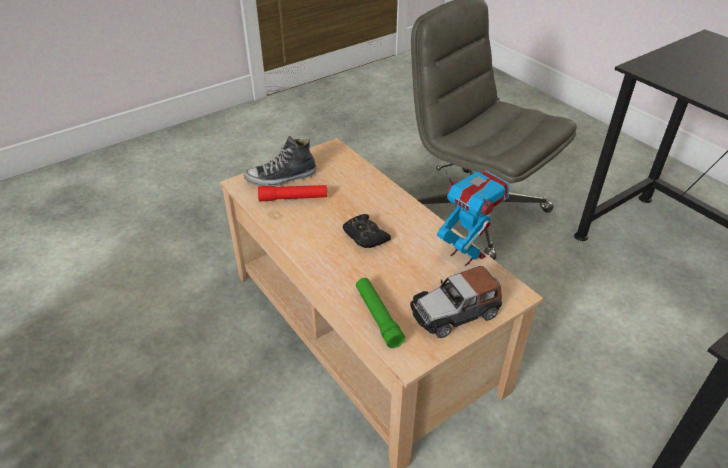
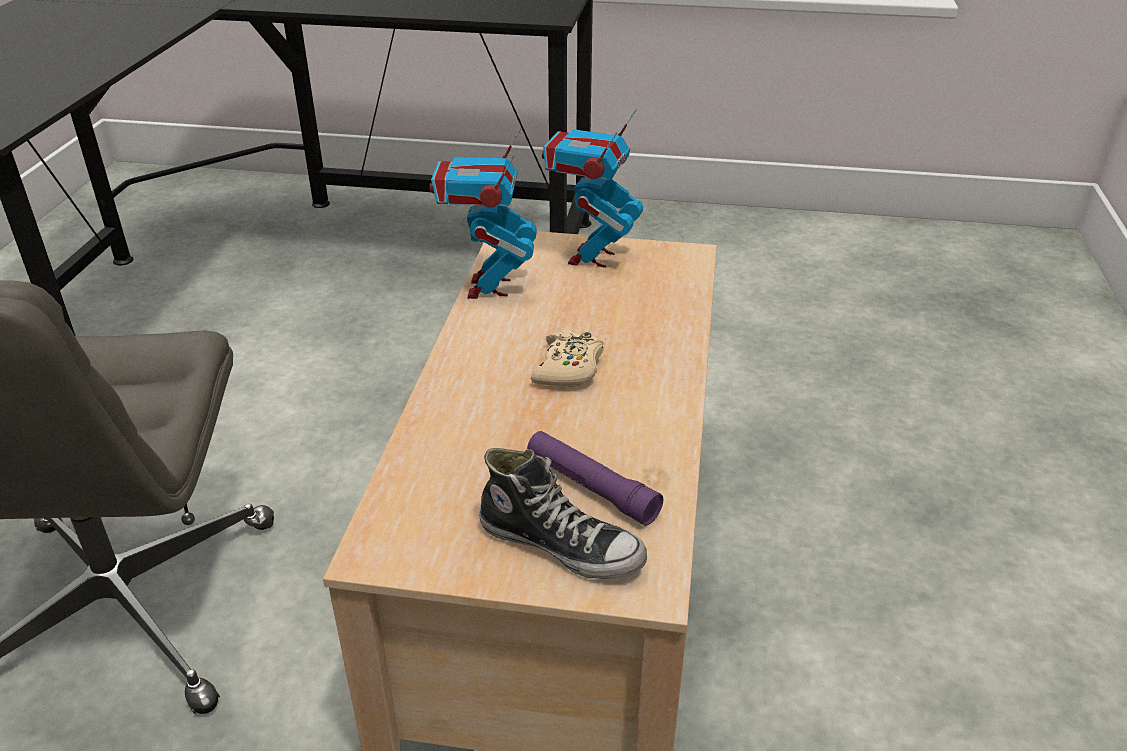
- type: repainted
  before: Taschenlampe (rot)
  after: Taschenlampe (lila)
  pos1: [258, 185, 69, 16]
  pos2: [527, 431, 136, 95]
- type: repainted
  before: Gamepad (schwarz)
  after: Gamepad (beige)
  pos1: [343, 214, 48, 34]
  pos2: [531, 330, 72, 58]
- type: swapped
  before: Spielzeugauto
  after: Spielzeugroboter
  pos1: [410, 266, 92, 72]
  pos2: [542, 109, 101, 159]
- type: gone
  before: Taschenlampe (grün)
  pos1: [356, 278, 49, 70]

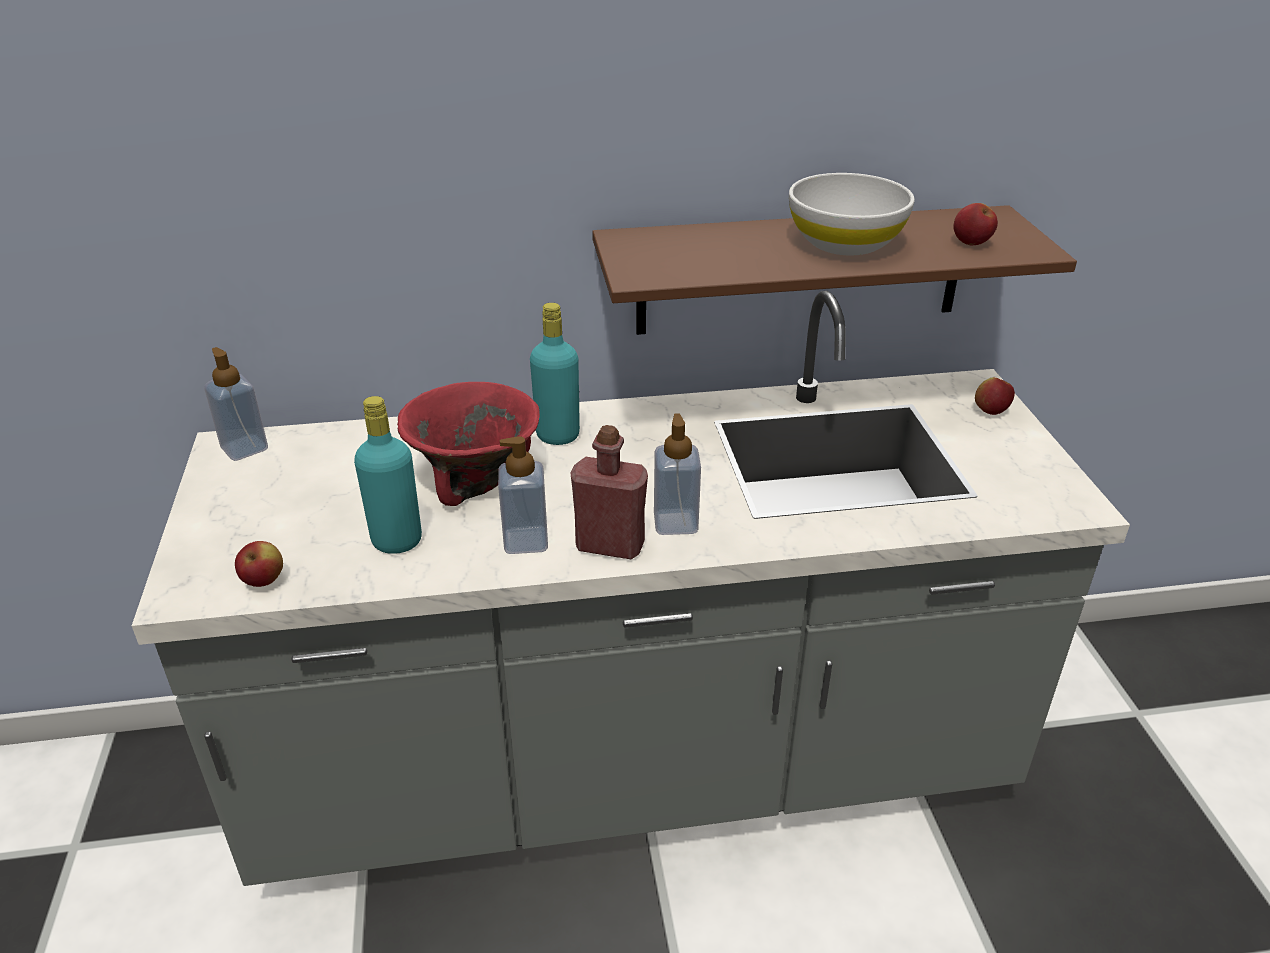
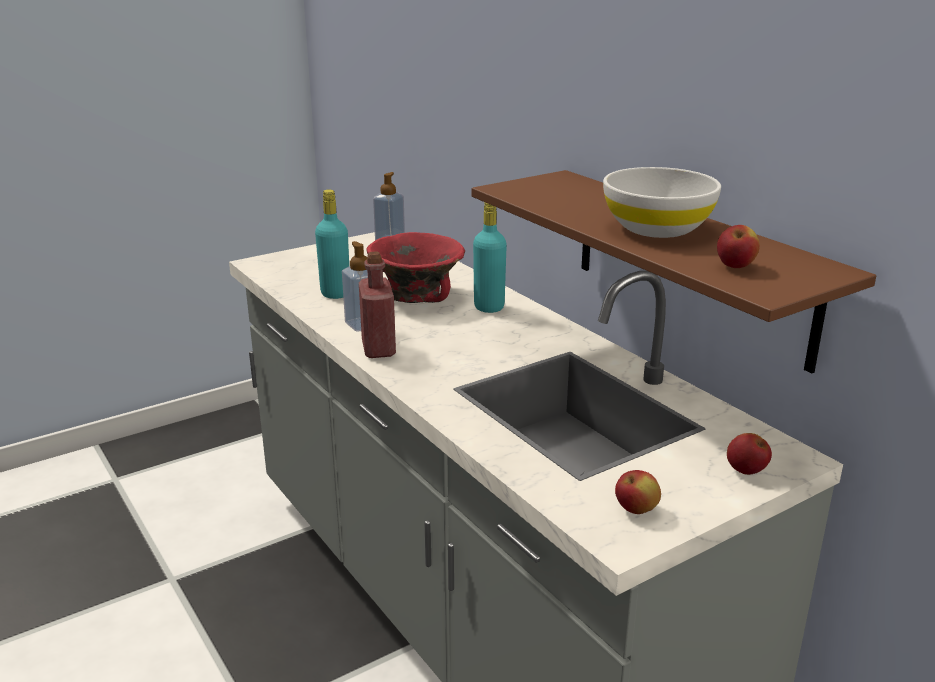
- type: shifted
  before: Apfel
  pos1: [235, 541, 48, 46]
  pos2: [615, 470, 46, 44]
- type: gone
  before: Seifenspender
  pos1: [654, 413, 47, 122]

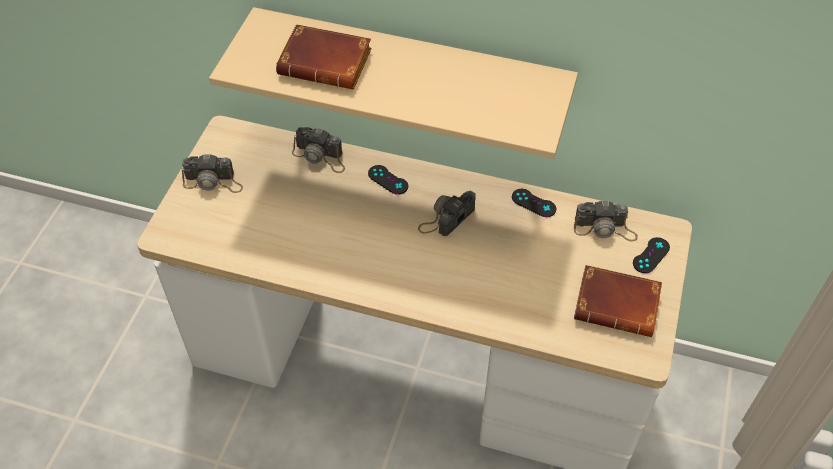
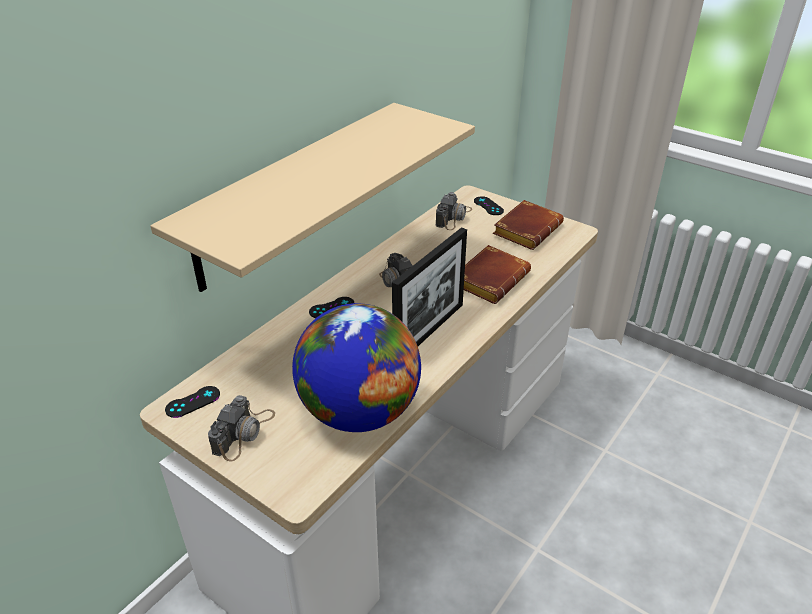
- type: shifted
  before: Gamepad (schwarz)
  pos1: [512, 189, 44, 28]
  pos2: [165, 386, 55, 32]
- type: new
  after: Globus
  pos2: [292, 303, 129, 129]
- type: new
  after: Bilderrahmen
  pos2: [392, 227, 75, 119]
- type: shifted
  before: Buch (braun)
  pos1: [276, 24, 96, 65]
  pos2: [464, 245, 67, 59]
- type: gone
  before: Kamera
  pos1: [292, 127, 53, 46]

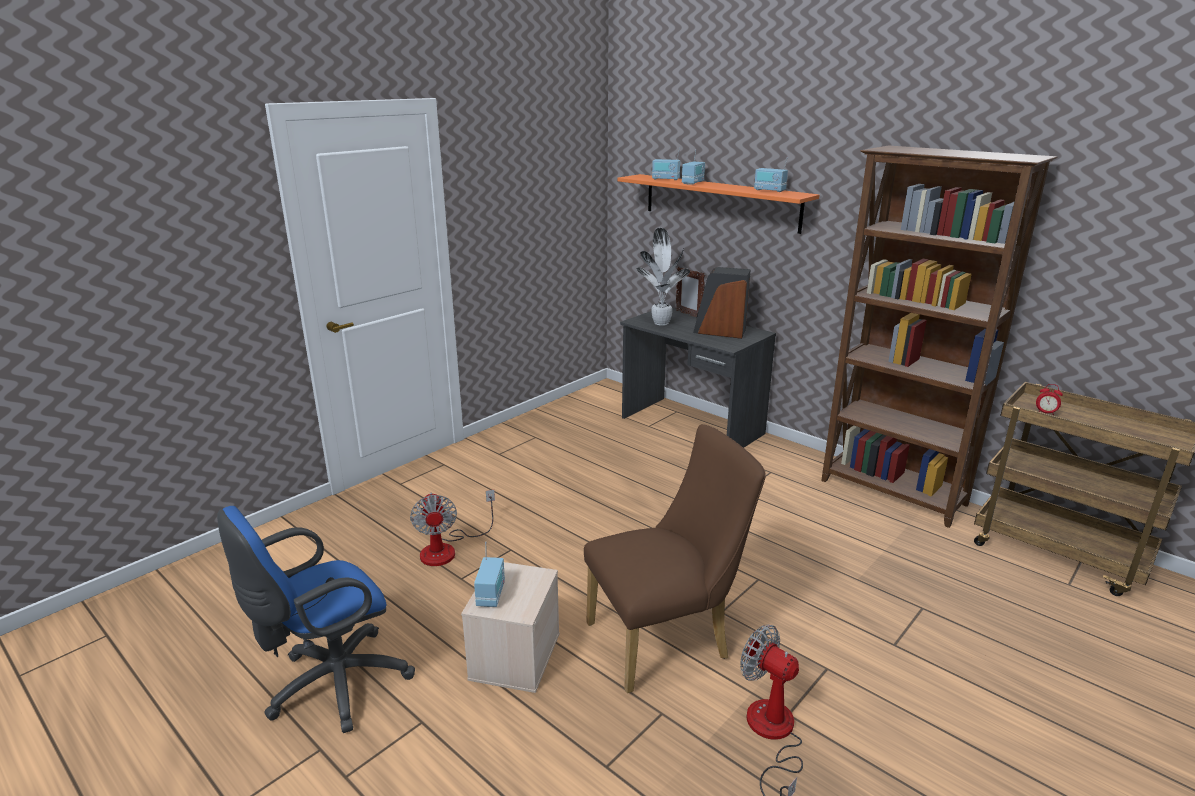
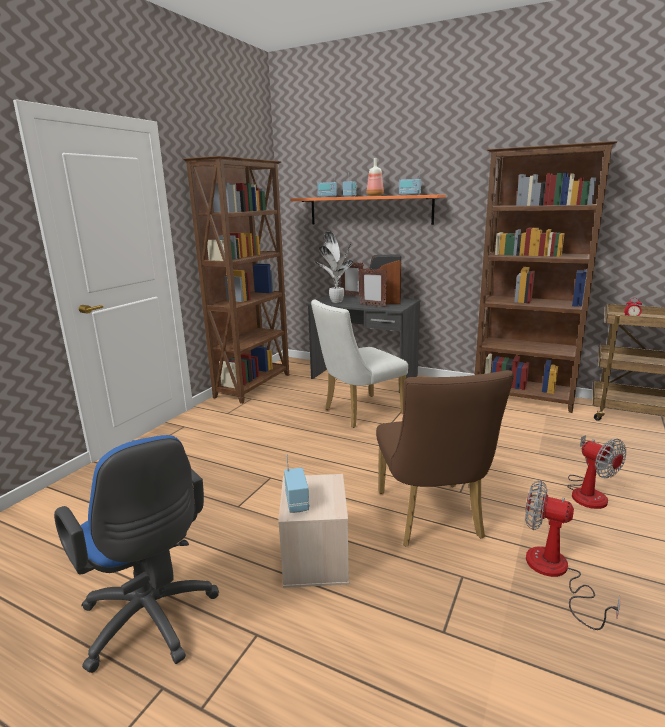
- type: rotated
  before: Bürostuhl (blau)
  pos1: [217, 506, 198, 227]
  pos2: [54, 435, 165, 238]
  turn: -75
- type: new
  after: Bücherregal (braun)
  pos2: [183, 156, 106, 248]
- type: new
  after: Stuhl (weiß)
  pos2: [311, 299, 97, 129]
- type: new
  after: Bilderrahmen
  pos2: [359, 268, 28, 39]
- type: new
  after: Flasche
  pos2: [367, 158, 17, 38]
- type: rotated
  before: Stuhl (braun)
  pos1: [584, 424, 182, 269]
  pos2: [376, 370, 138, 177]
  turn: 120
- type: shifted
  before: Ventilator
  pos1: [410, 490, 85, 76]
  pos2: [567, 435, 59, 74]

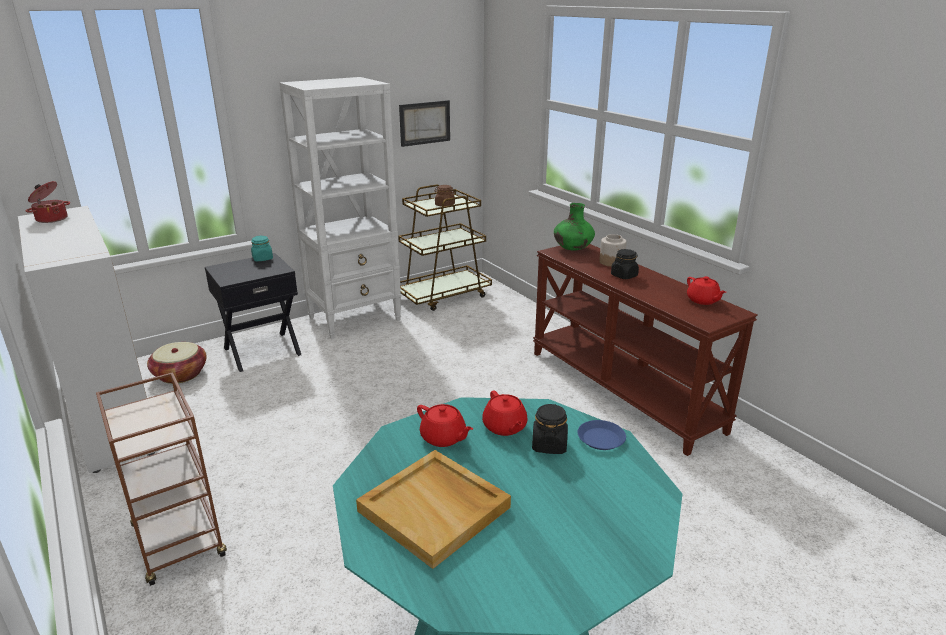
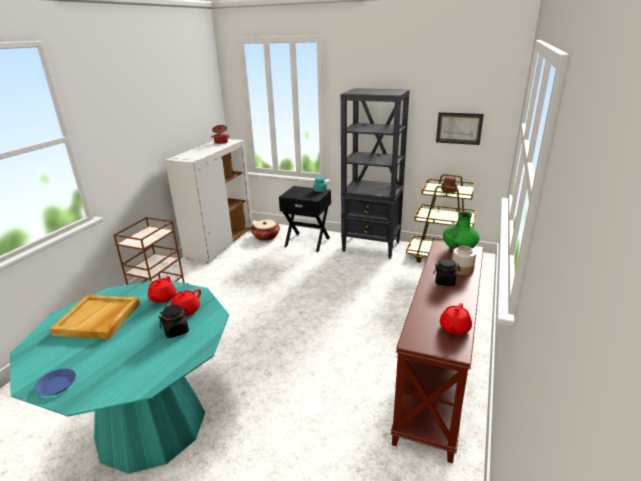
- type: shifted
  before: Teller (blau)
  pos1: [578, 420, 48, 30]
  pos2: [34, 369, 42, 27]
- type: repainted
  before: Bücherregal (weiß)
  after: Bücherregal (schwarz)
  pos1: [279, 77, 122, 262]
  pos2: [340, 88, 70, 171]

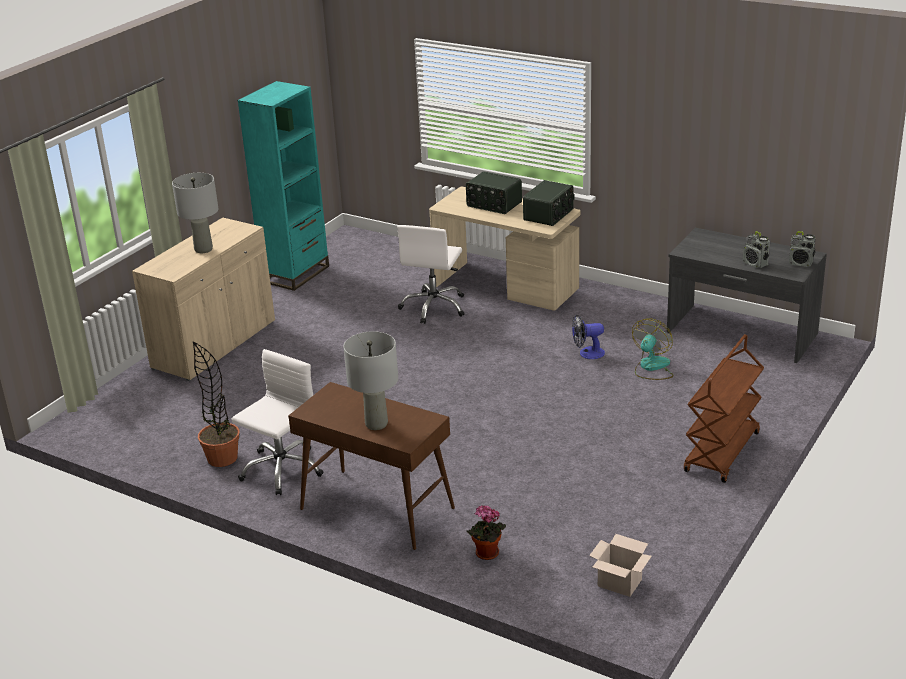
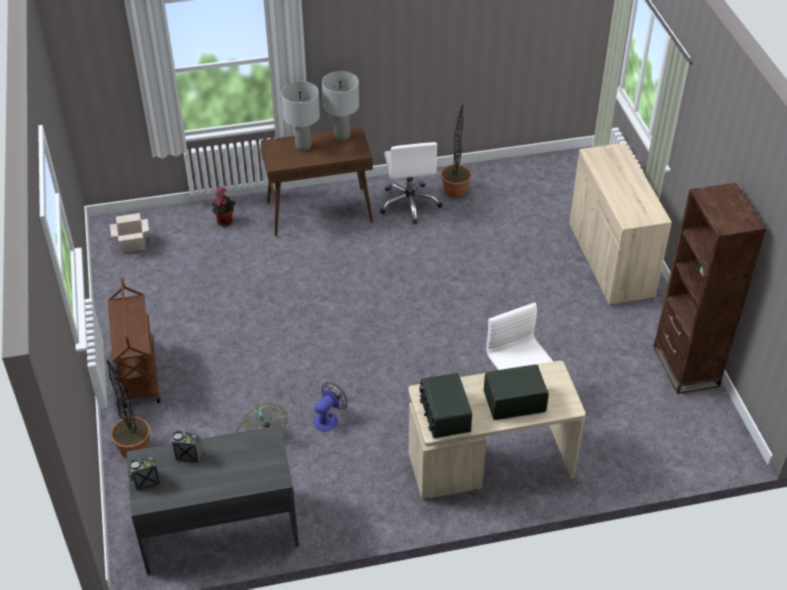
- type: new
  after: Topfpflanze
  pos2: [106, 359, 44, 100]
- type: shifted
  before: Tischlampe (grau)
  pos1: [172, 173, 46, 80]
  pos2: [322, 71, 37, 69]
- type: repainted
  before: Bücherregal (türkis)
  after: Bücherregal (braun)
  pos1: [238, 81, 91, 210]
  pos2: [653, 183, 113, 211]

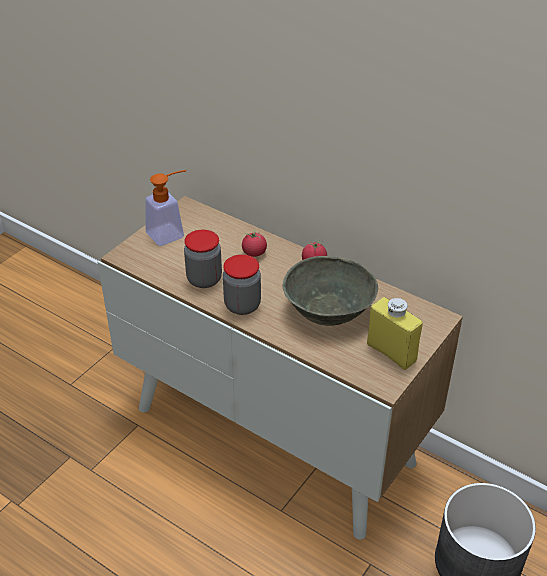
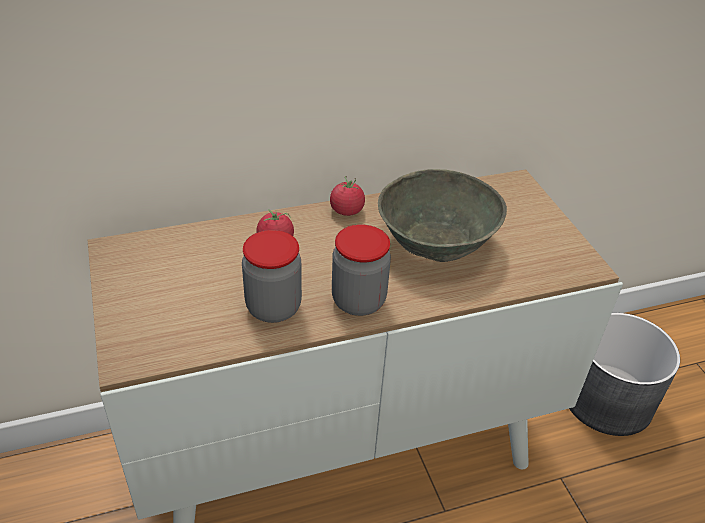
- type: gone
  before: Seifenspender
  pos1: [145, 170, 41, 76]
- type: gone
  before: Flasche (gelb)
  pos1: [367, 297, 56, 73]

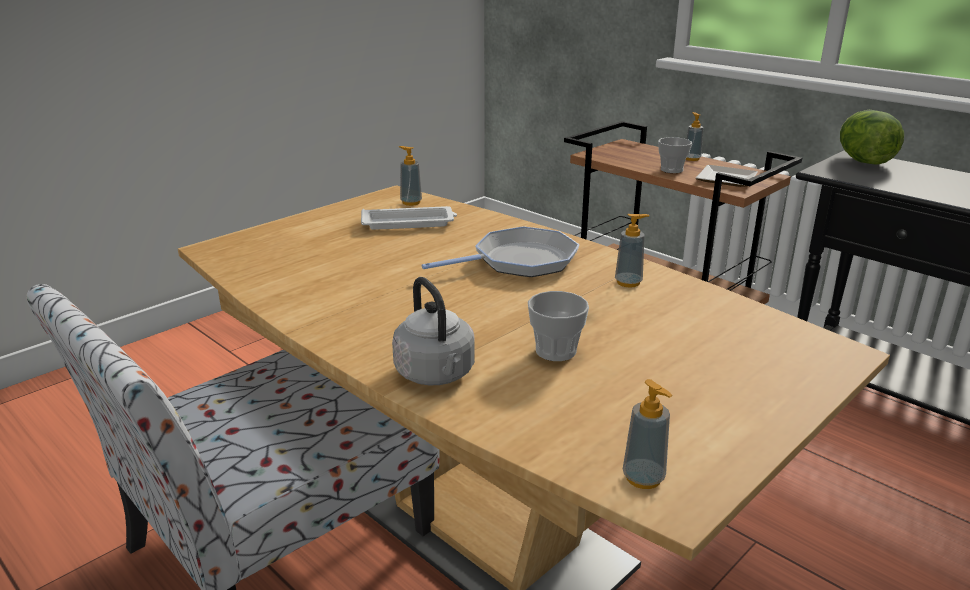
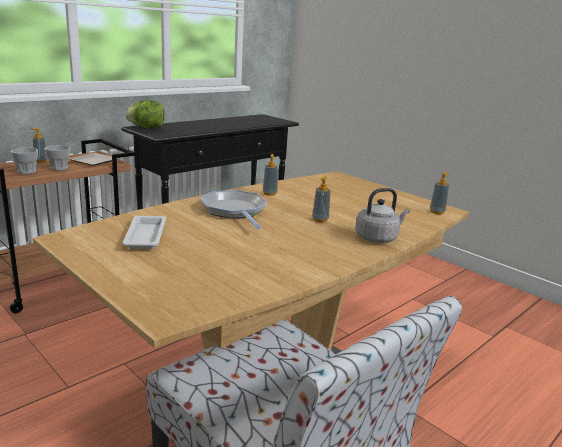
- type: shifted
  before: Tasse
  pos1: [528, 291, 61, 70]
  pos2: [11, 148, 27, 26]
- type: shifted
  before: Seifenspender
  pos1: [399, 146, 23, 60]
  pos2: [312, 176, 19, 47]

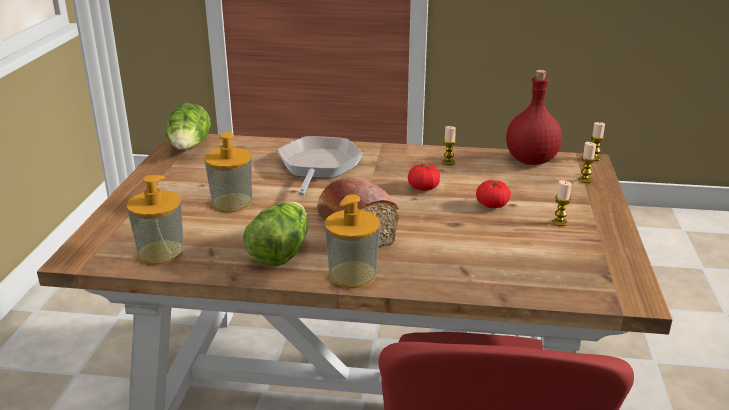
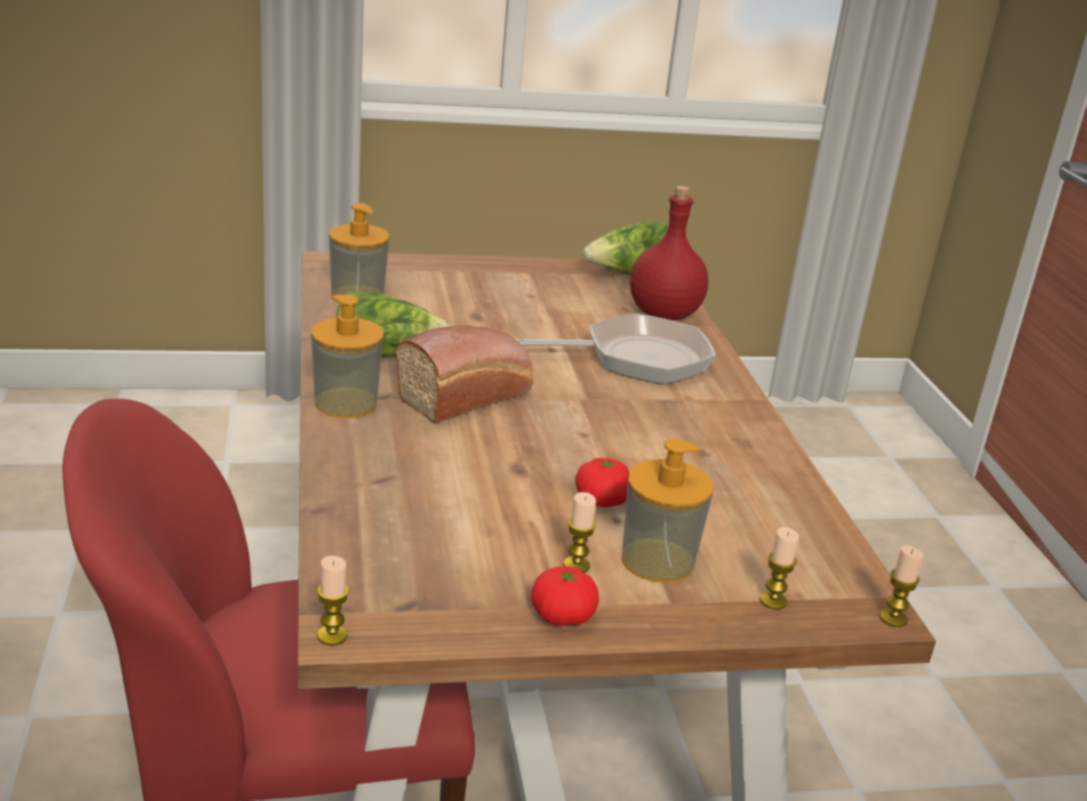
- type: shifted
  before: Kerze
  pos1: [442, 126, 14, 39]
  pos2: [317, 556, 32, 90]
- type: shifted
  before: Tomate
  pos1: [408, 164, 32, 27]
  pos2: [531, 566, 68, 60]
- type: shifted
  before: Seifenspender
  pos1: [204, 132, 48, 80]
  pos2: [621, 438, 92, 145]
- type: shifted
  before: Flasche (rot)
  pos1: [506, 70, 56, 95]
  pos2: [630, 186, 78, 134]

